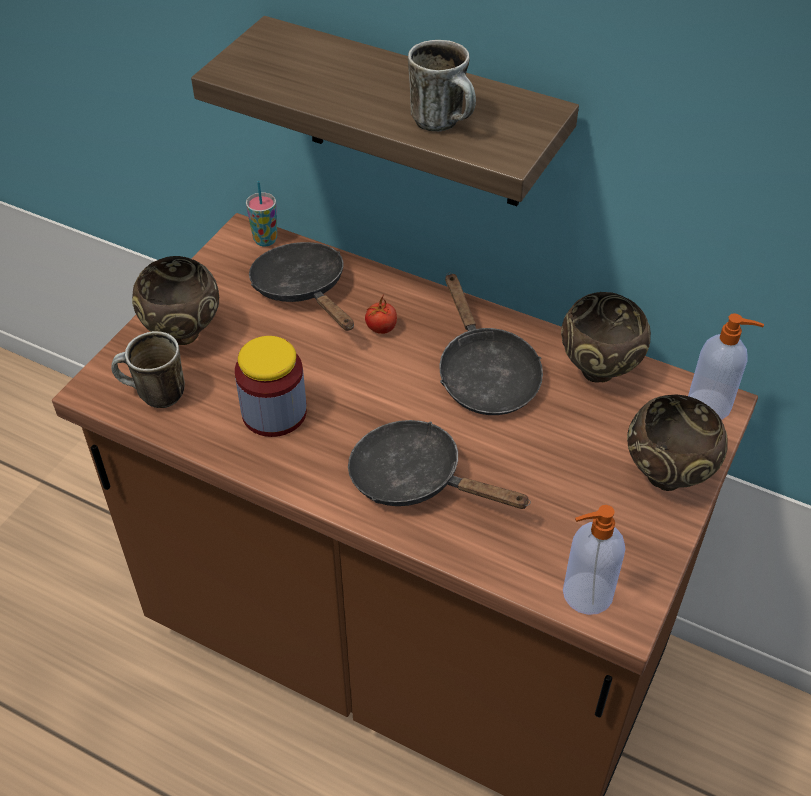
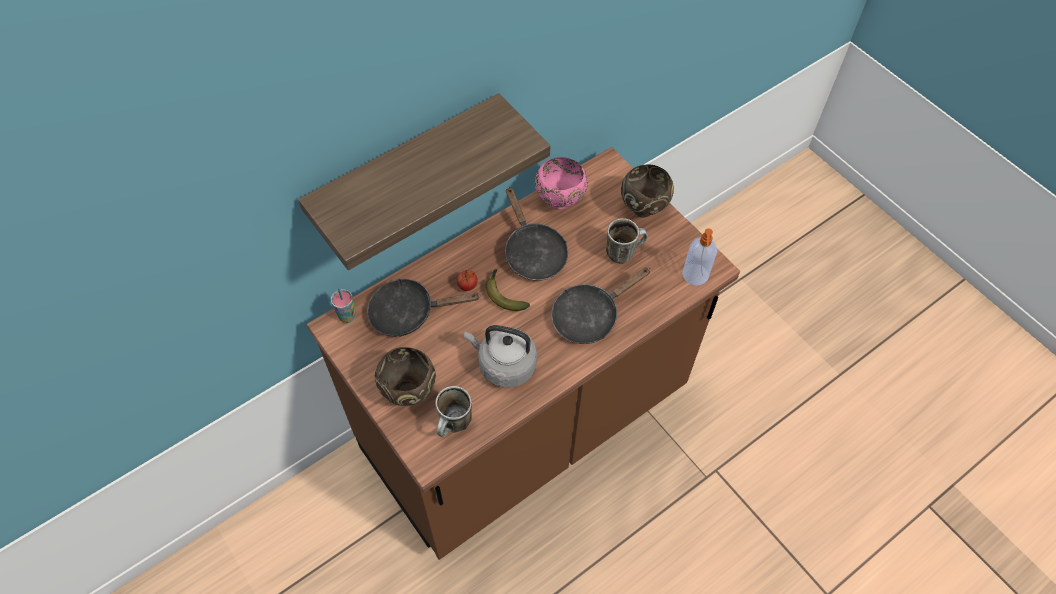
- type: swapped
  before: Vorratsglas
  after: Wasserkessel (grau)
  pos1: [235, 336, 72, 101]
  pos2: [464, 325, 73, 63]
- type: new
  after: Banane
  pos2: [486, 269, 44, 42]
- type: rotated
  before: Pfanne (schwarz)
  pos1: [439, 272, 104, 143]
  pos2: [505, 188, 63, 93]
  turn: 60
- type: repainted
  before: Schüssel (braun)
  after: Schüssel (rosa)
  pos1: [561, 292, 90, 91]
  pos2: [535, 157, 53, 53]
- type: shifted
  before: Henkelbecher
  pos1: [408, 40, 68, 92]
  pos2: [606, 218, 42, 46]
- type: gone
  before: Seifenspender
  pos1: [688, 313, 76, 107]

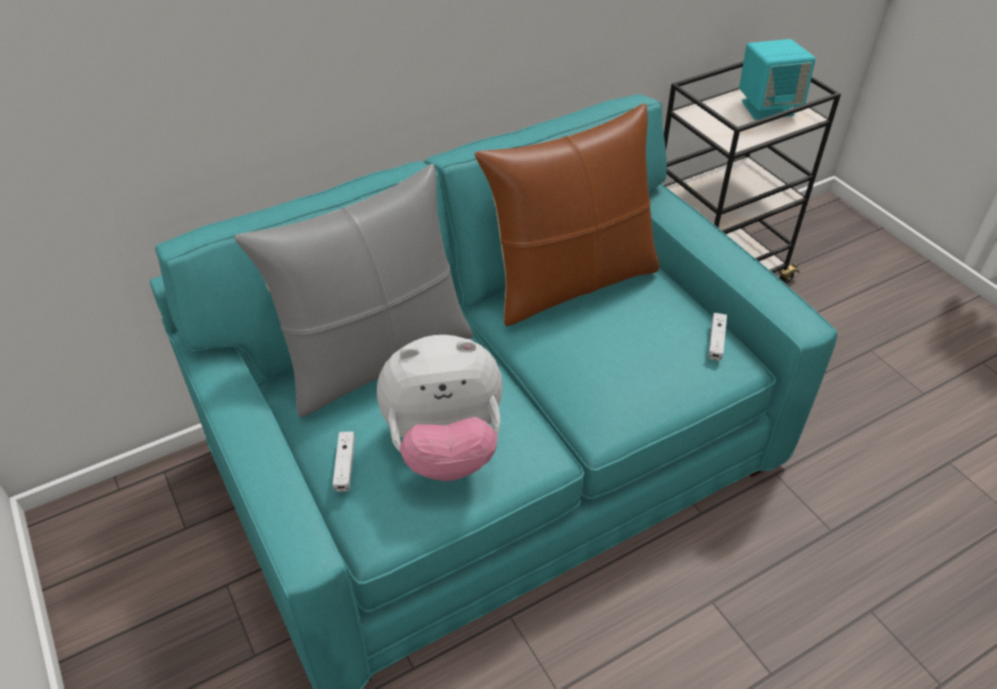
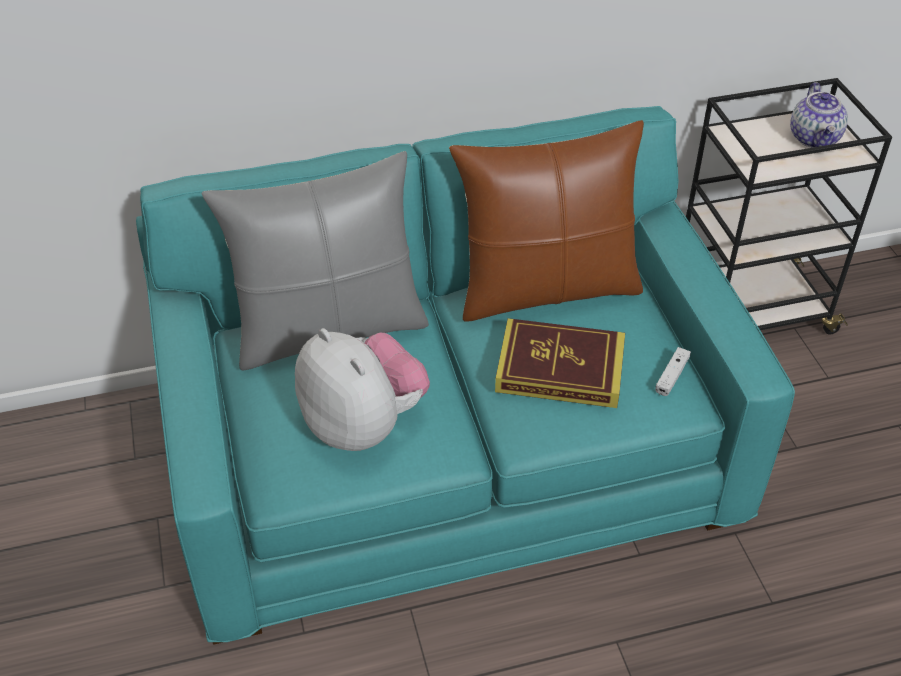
- type: rotated
  before: Plüschtier
  pos1: [377, 335, 126, 146]
  pos2: [295, 328, 135, 123]
  turn: -135
- type: new
  after: Buch
  pos2: [495, 318, 130, 90]
- type: swapped
  before: Lautsprecher (türkis)
  after: Teekanne
  pos1: [739, 39, 77, 81]
  pos2: [790, 82, 58, 66]
- type: gone
  before: Gamepad (weiß)
  pos1: [333, 432, 22, 60]

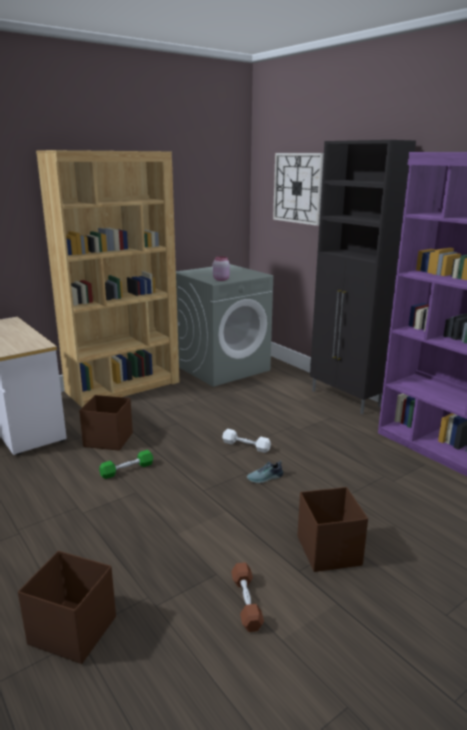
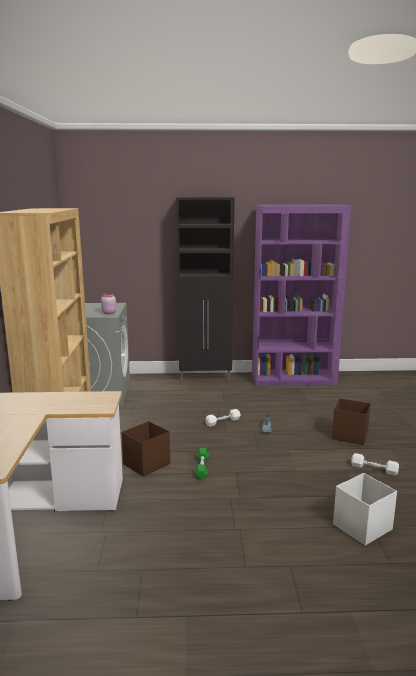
- type: repainted
  before: Aufbewahrungsbox (braun)
  after: Aufbewahrungsbox (weiß)
  pos1: [18, 551, 98, 113]
  pos2: [333, 473, 64, 73]
- type: repainted
  before: Hantel (braun)
  after: Hantel (weiß)
  pos1: [231, 562, 33, 70]
  pos2: [351, 453, 48, 23]
- type: gone
  before: Wanduhr
  pos1: [273, 153, 51, 73]

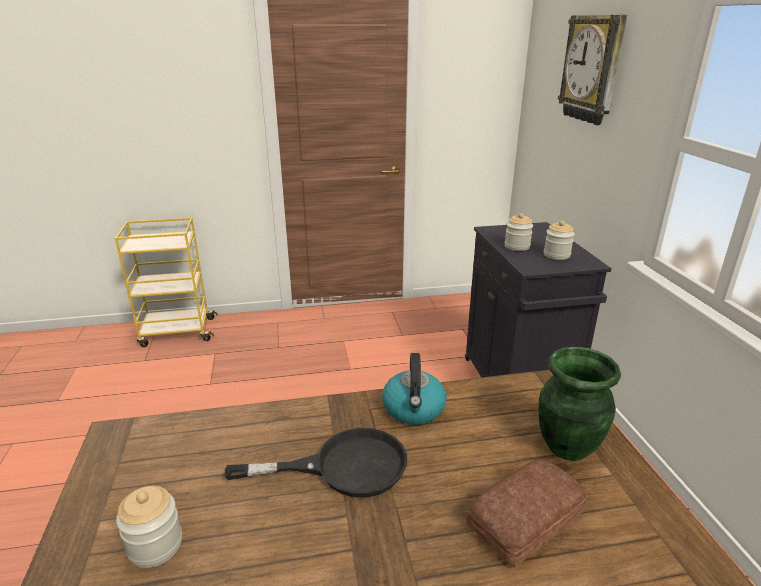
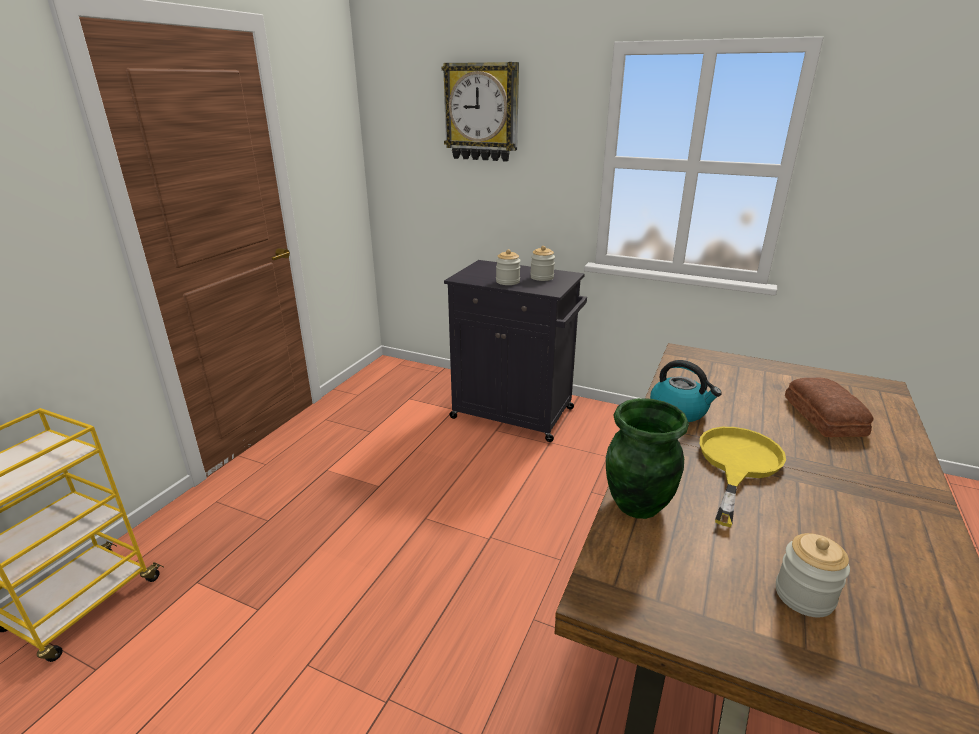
- type: shifted
  before: Vase (grün)
  pos1: [538, 346, 83, 115]
  pos2: [606, 398, 83, 121]
- type: repainted
  before: Pfanne (schwarz)
  after: Pfanne (gelb)
  pos1: [225, 428, 182, 70]
  pos2: [700, 427, 86, 100]

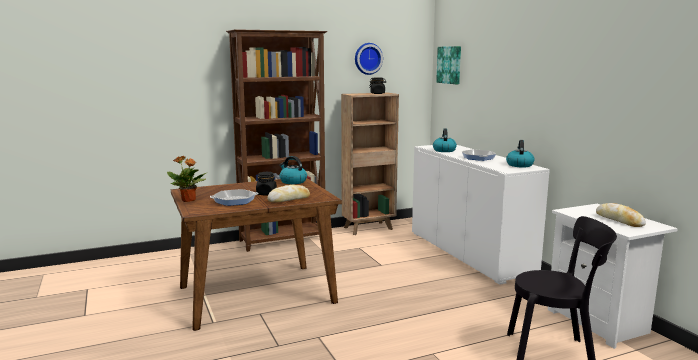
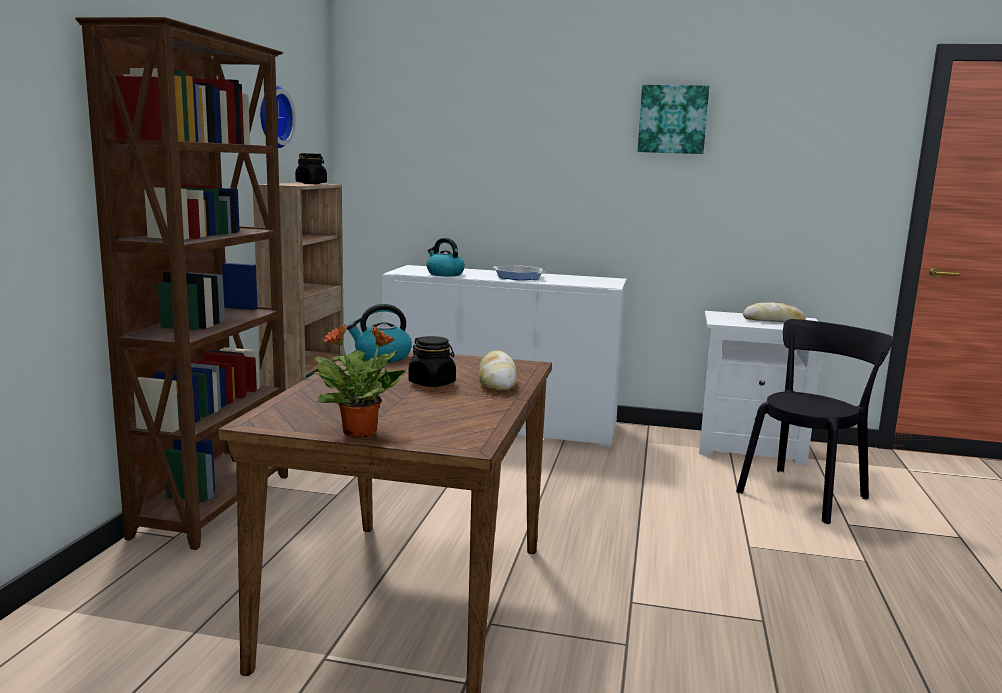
- type: shifted
  before: Bild
  pos1: [436, 46, 25, 38]
  pos2: [638, 85, 71, 69]
- type: gone
  before: Pfanne
  pos1: [210, 189, 49, 17]
- type: gone
  before: Wasserkessel
  pos1: [506, 140, 29, 27]

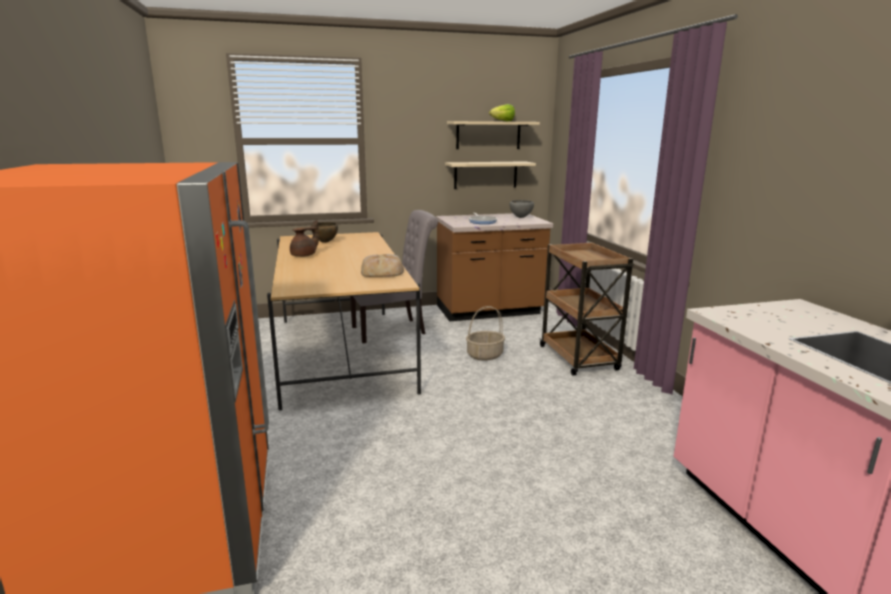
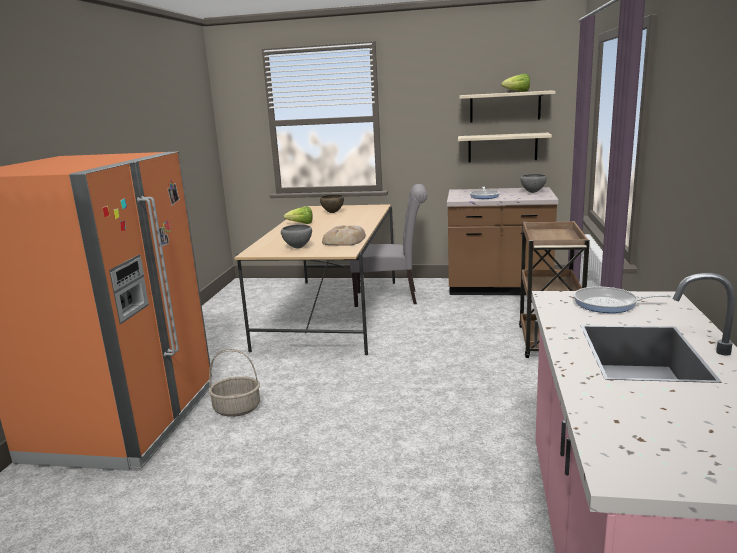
- type: shifted
  before: Korb
  pos1: [466, 306, 39, 55]
  pos2: [208, 349, 52, 68]
- type: new
  after: Schüssel (grau)
  pos2: [281, 224, 31, 25]
- type: swapped
  before: Teekanne (braun)
  after: Salatkopf
  pos1: [290, 220, 29, 37]
  pos2: [283, 206, 30, 18]
- type: new
  after: Pfanne
  pos2: [574, 287, 97, 26]

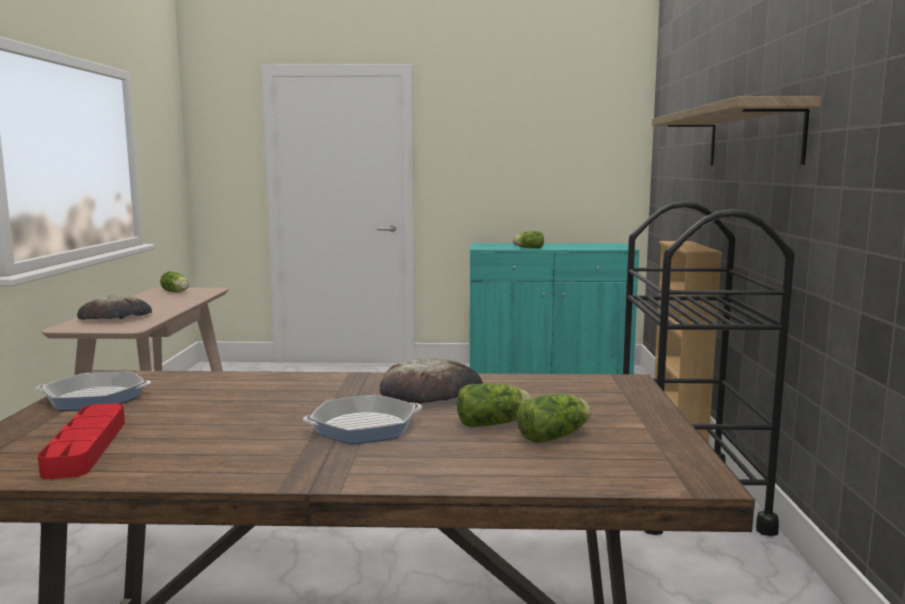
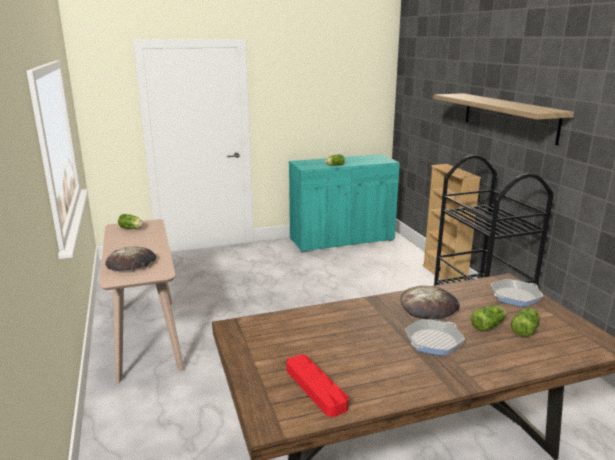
- type: shifted
  before: Pfanne
  pos1: [35, 371, 116, 40]
  pos2: [491, 279, 52, 28]

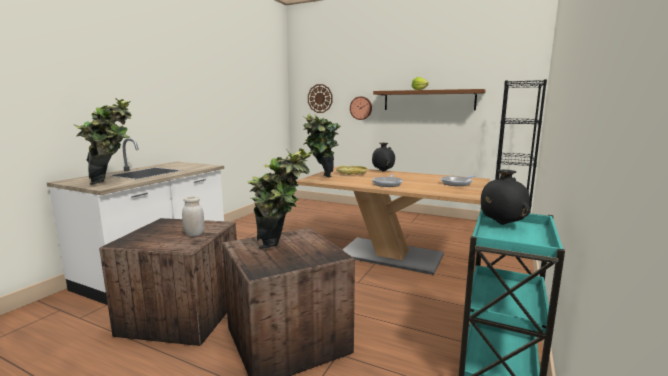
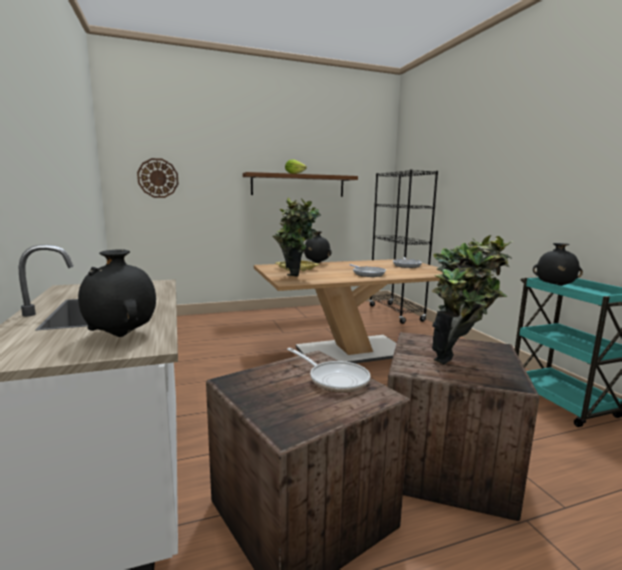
- type: swapped
  before: Topfpflanze
  after: Vase (schwarz)
  pos1: [74, 98, 58, 87]
  pos2: [78, 249, 78, 88]
- type: swapped
  before: Vorratsglas (weiß)
  after: Pfanne
  pos1: [182, 197, 22, 39]
  pos2: [287, 348, 84, 45]
- type: gone
  before: Wanduhr
  pos1: [350, 96, 22, 24]

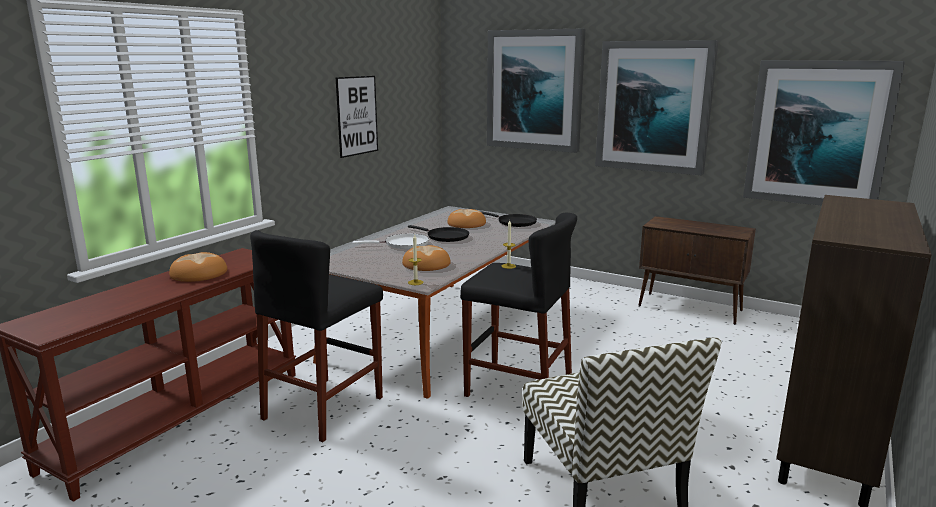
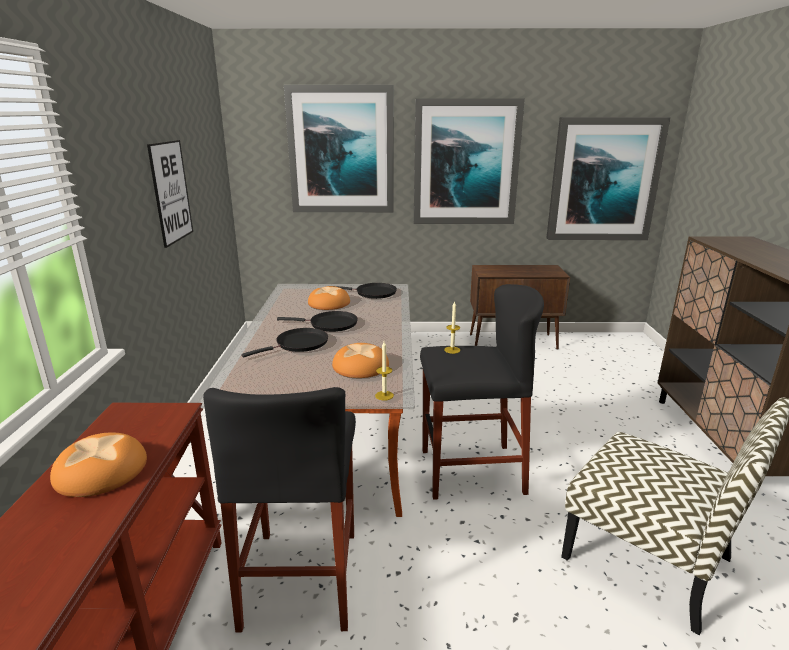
- type: repainted
  before: Pfanne (weiß)
  after: Pfanne (schwarz)
  pos1: [353, 233, 76, 16]
  pos2: [241, 328, 87, 30]

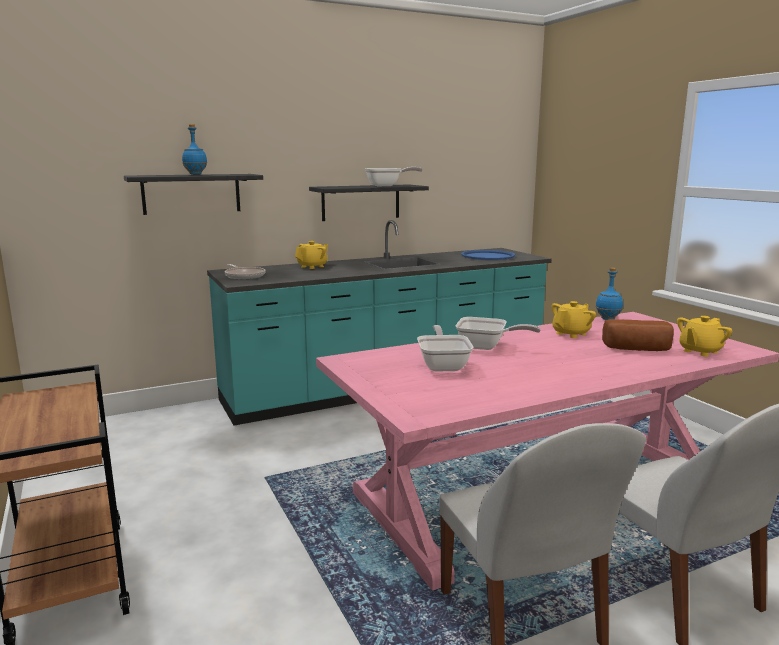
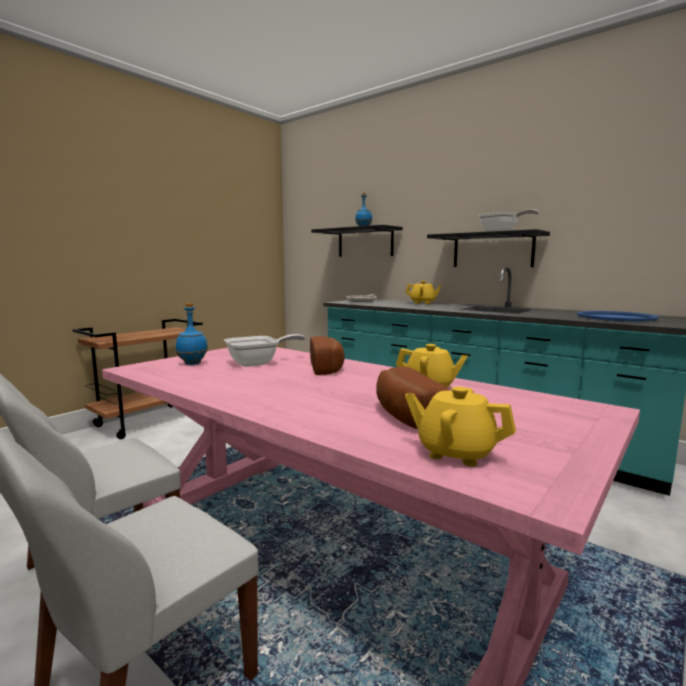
- type: shifted
  before: Flasche (blau)
  pos1: [595, 268, 28, 52]
  pos2: [176, 303, 32, 62]
- type: swapped
  before: Pfanne
  after: Brot
  pos1: [456, 317, 85, 33]
  pos2: [310, 336, 35, 39]

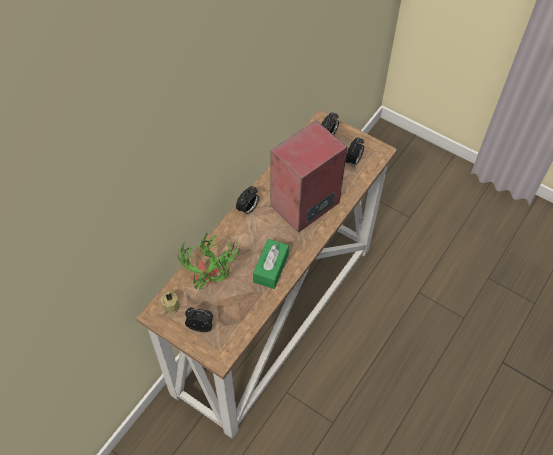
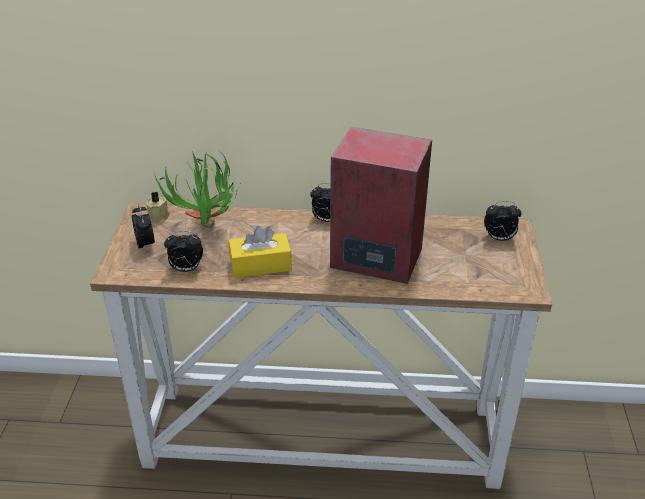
- type: shifted
  before: Wecker
  pos1: [345, 138, 19, 29]
  pos2: [164, 231, 39, 41]
- type: repainted
  before: Taschentuchbox (grün)
  after: Taschentuchbox (gelb)
  pos1: [253, 239, 36, 50]
  pos2: [229, 226, 63, 52]

